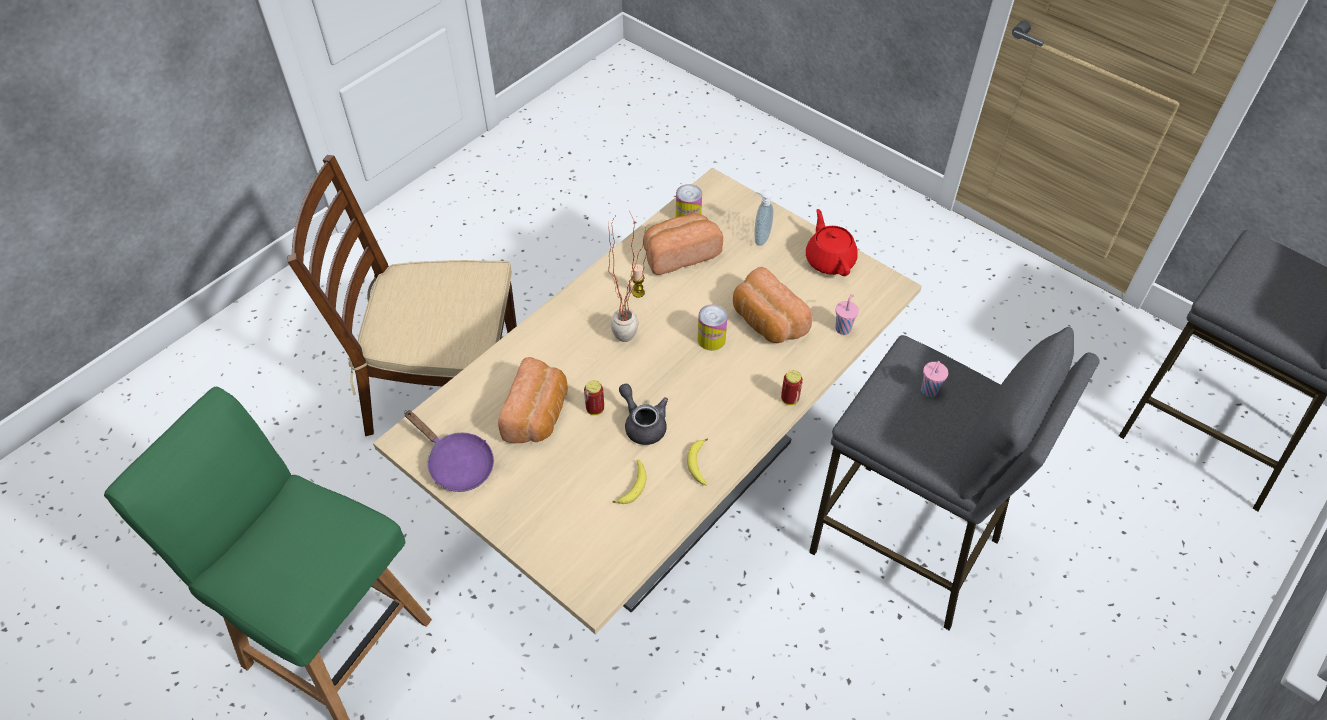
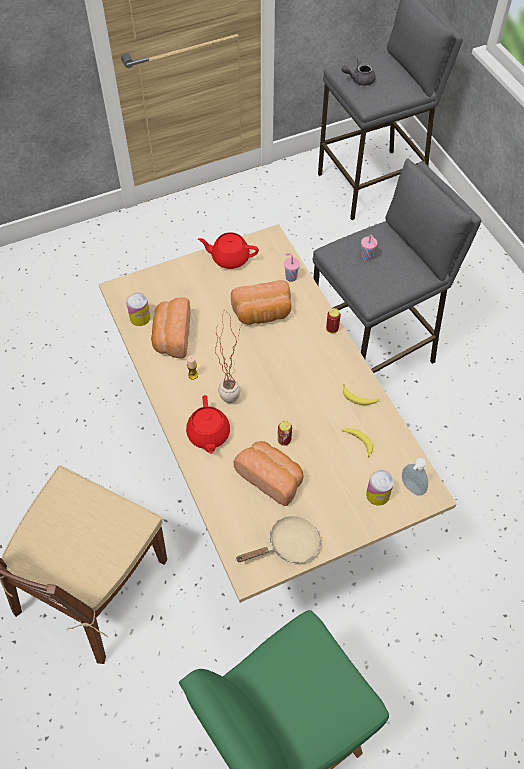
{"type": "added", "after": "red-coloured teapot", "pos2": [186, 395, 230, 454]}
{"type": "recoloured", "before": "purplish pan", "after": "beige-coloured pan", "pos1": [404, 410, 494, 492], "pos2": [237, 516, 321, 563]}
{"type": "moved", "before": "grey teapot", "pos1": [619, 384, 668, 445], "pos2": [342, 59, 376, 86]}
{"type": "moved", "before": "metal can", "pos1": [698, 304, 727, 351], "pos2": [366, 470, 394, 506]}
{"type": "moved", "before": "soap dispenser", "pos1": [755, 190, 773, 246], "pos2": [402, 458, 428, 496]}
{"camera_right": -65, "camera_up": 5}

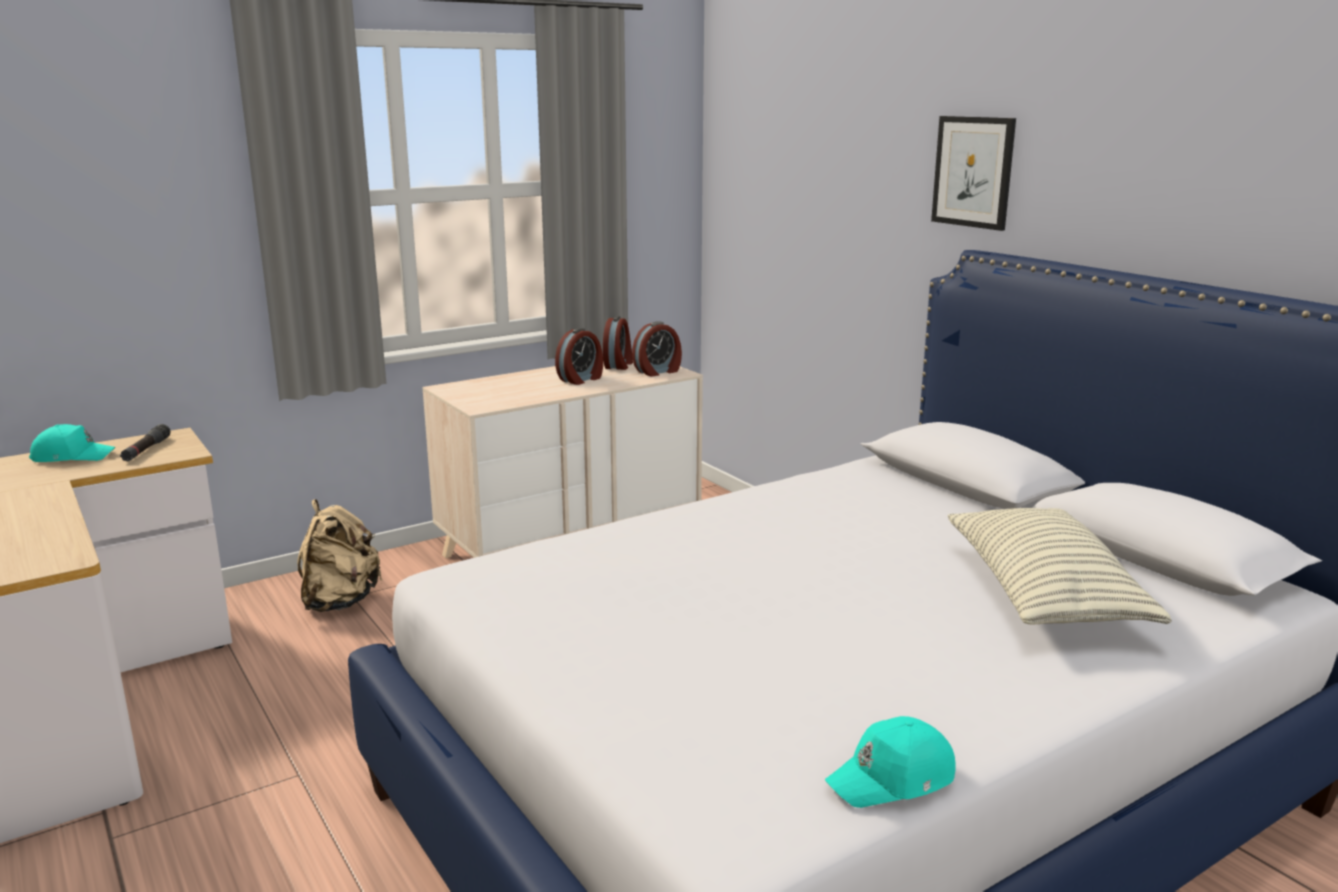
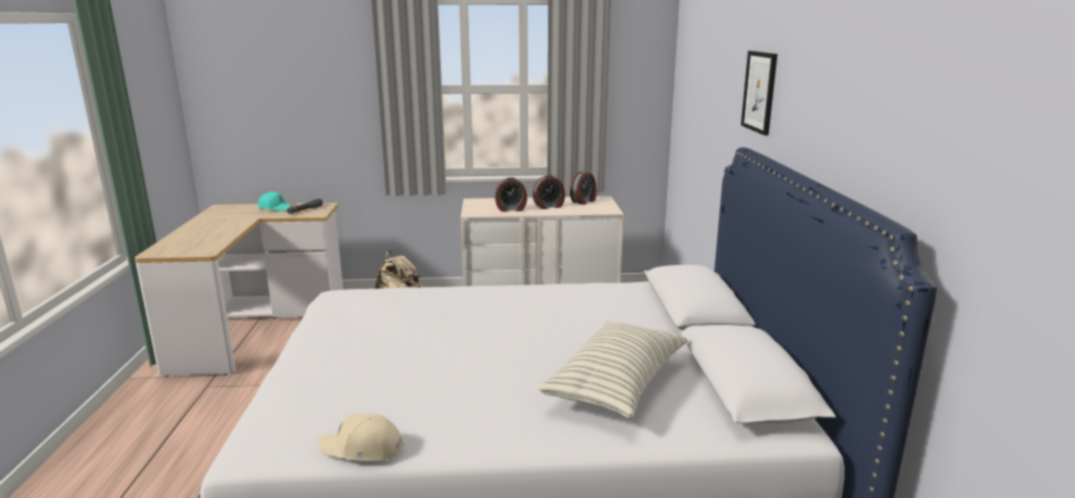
{"type": "recoloured", "before": "turquoise-coloured baseball cap", "after": "beige-coloured baseball cap", "pos1": [825, 716, 956, 808], "pos2": [318, 413, 404, 461]}
{"type": "moved", "before": "bedside clock", "pos1": [632, 321, 682, 377], "pos2": [495, 177, 527, 212]}
{"camera_right": 30, "camera_up": 0}

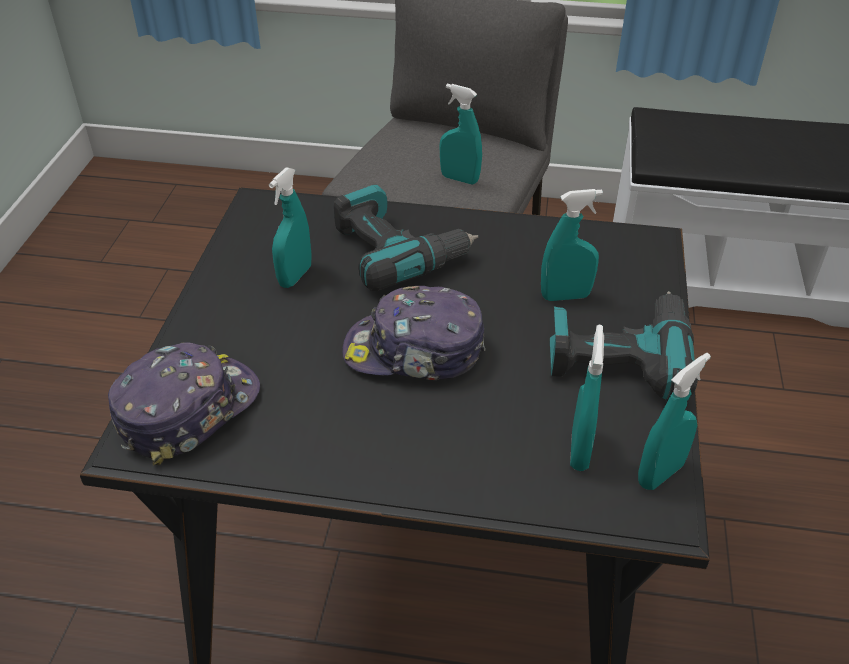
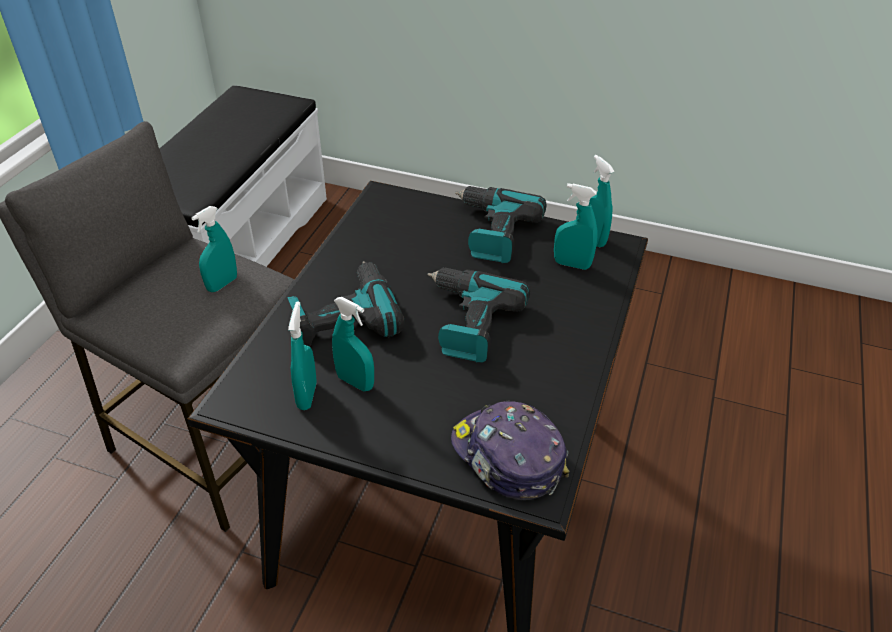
{"type": "moved", "before": "turquoise-coloured hand sprayer", "pos1": [541, 189, 603, 301], "pos2": [288, 301, 317, 410]}
{"type": "replaced", "before": "baseball cap", "after": "power drill", "pos1": [342, 286, 486, 380], "pos2": [428, 267, 530, 363]}
{"camera_right": -80, "camera_up": 0}

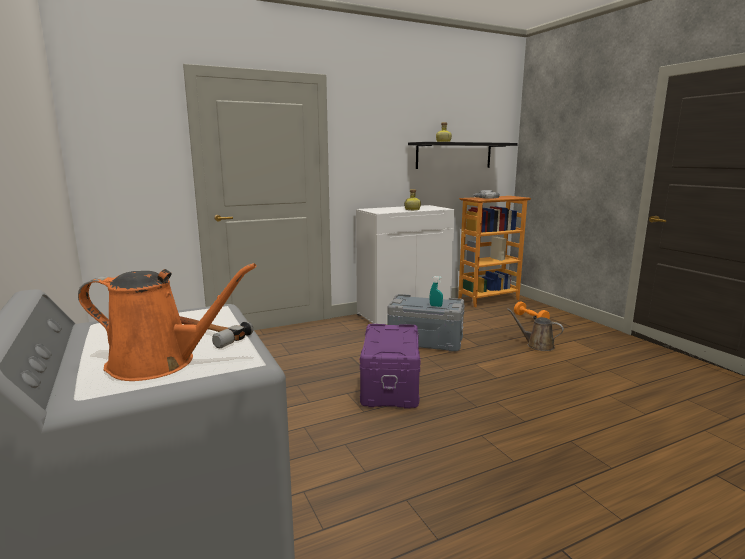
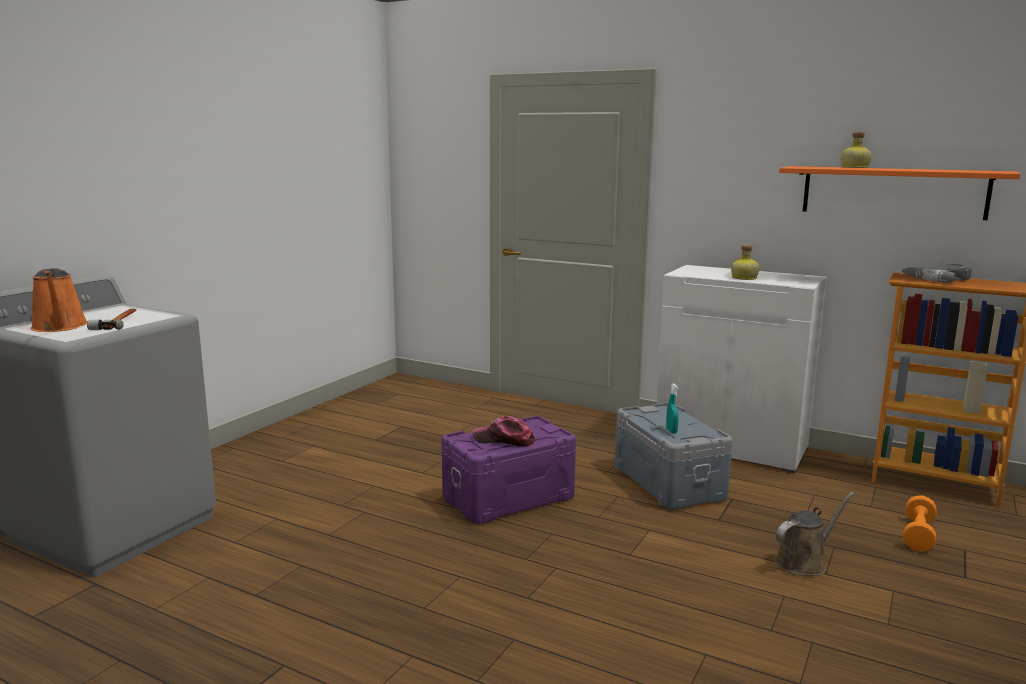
{"type": "added", "after": "baseball cap", "pos2": [472, 416, 535, 447]}
{"type": "turned", "before": "brown watering can", "pos1": [507, 309, 564, 351], "pos2": [775, 492, 854, 576], "turn": 60}
{"type": "recoloured", "before": "black wall shelf", "after": "orangey wall shelf", "pos1": [408, 142, 518, 169], "pos2": [779, 166, 1021, 220]}
{"camera_right": 55, "camera_up": 0}

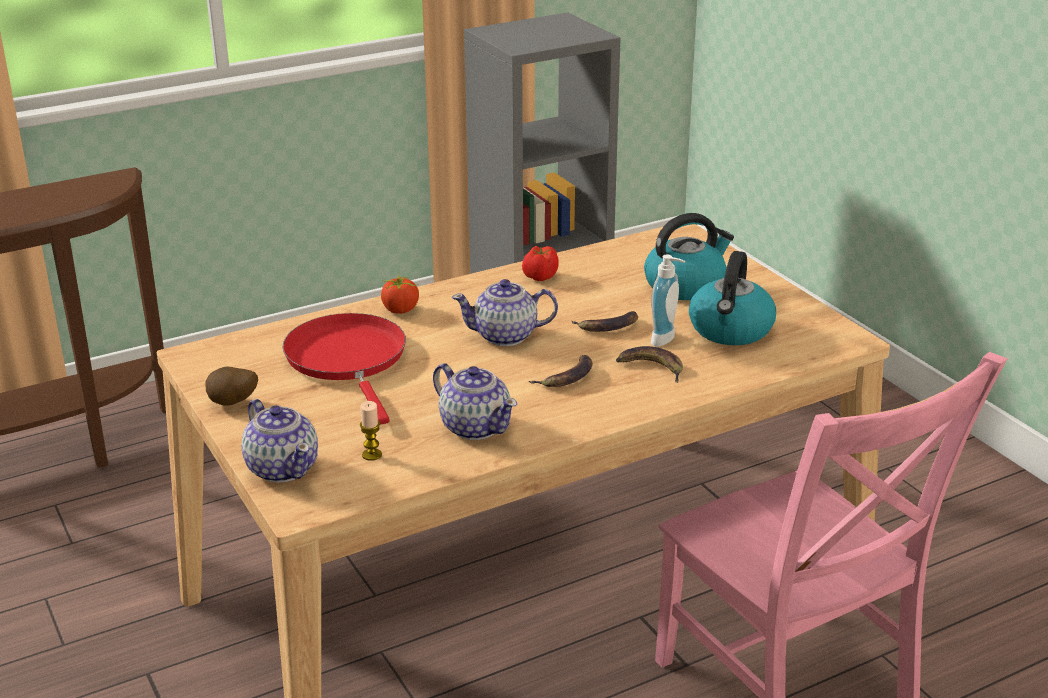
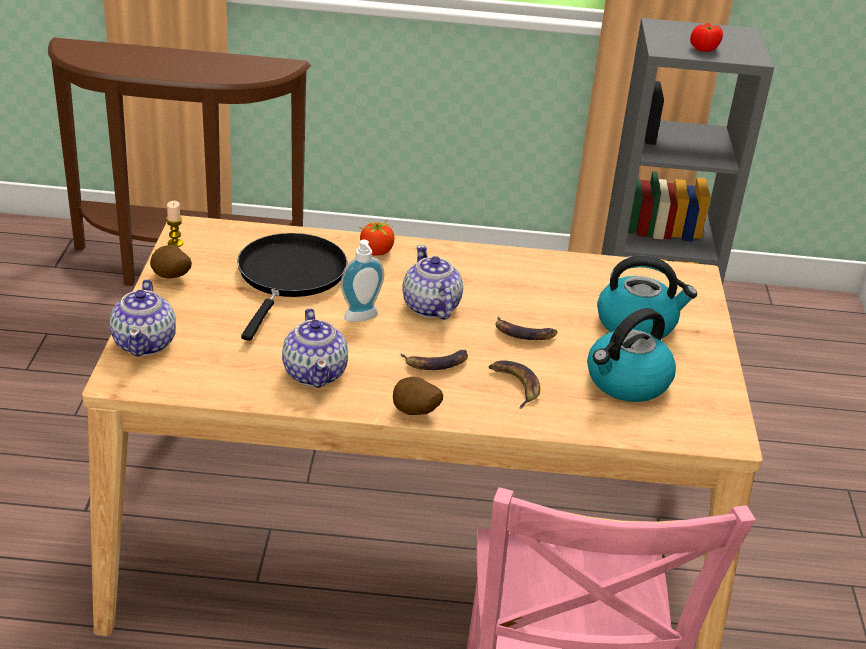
{"type": "moved", "before": "wax candle", "pos1": [360, 401, 382, 461], "pos2": [166, 201, 183, 247]}
{"type": "recoloured", "before": "red-coloured pan", "after": "black pan", "pos1": [283, 313, 406, 425], "pos2": [237, 233, 347, 341]}
{"type": "moved", "before": "soap dispenser", "pos1": [651, 255, 685, 347], "pos2": [341, 240, 384, 322]}
{"type": "added", "after": "spud", "pos2": [393, 377, 443, 415]}
{"type": "turned", "before": "teapot", "pos1": [452, 279, 558, 346], "pos2": [402, 245, 463, 320], "turn": 45}
{"type": "moved", "before": "fresh tomato", "pos1": [522, 246, 559, 281], "pos2": [690, 23, 723, 52]}
{"camera_right": 30, "camera_up": 5}

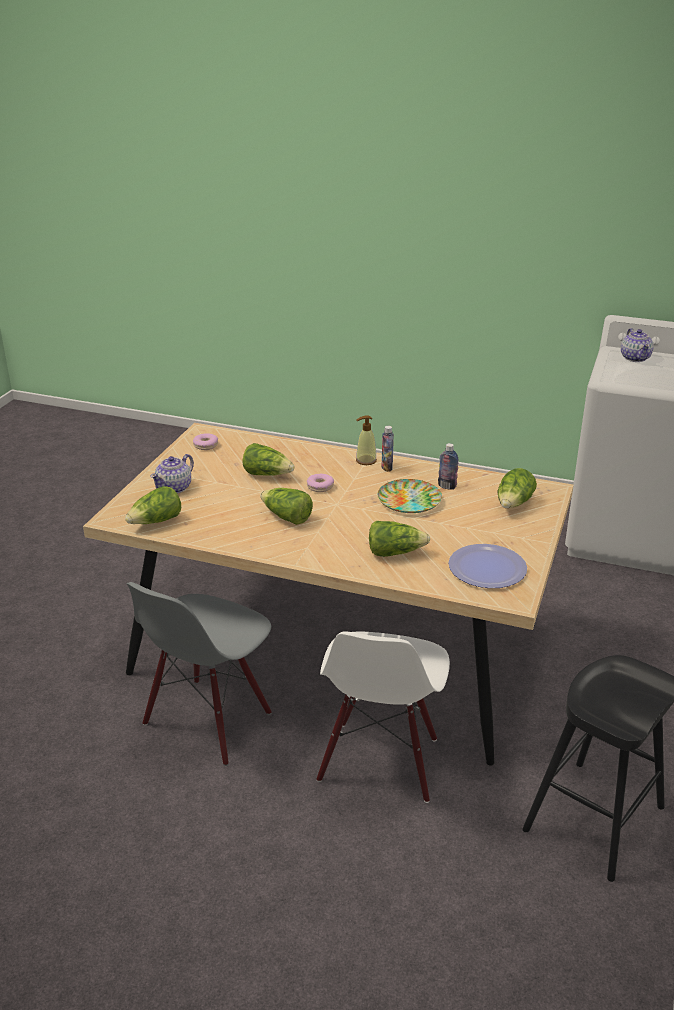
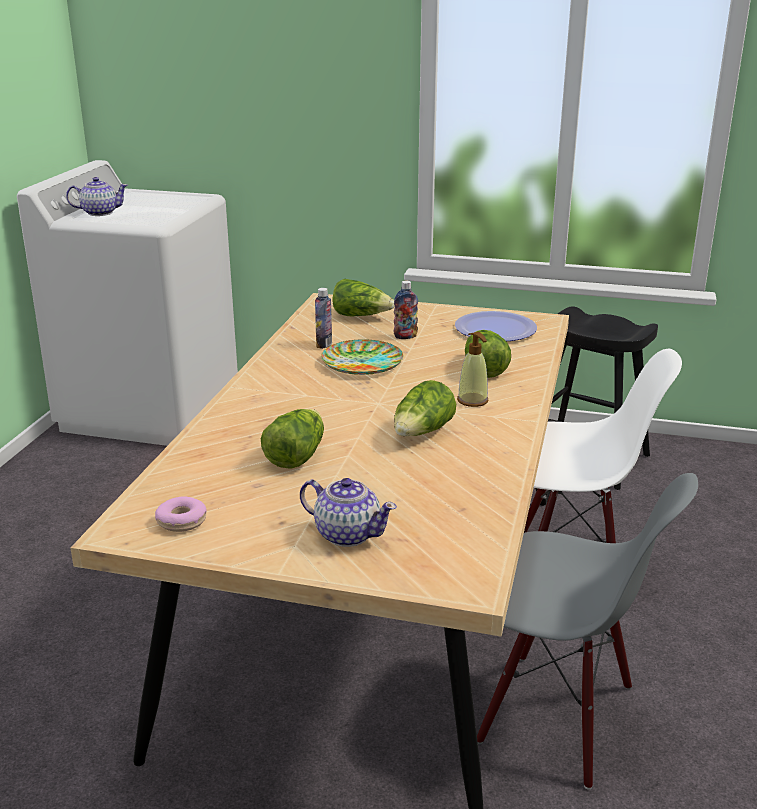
{"type": "moved", "before": "drink bottle", "pos1": [381, 426, 394, 472], "pos2": [394, 281, 418, 339]}
{"type": "moved", "before": "soap dispenser", "pos1": [356, 415, 377, 465], "pos2": [457, 332, 488, 407]}
{"type": "removed", "before": "head of lettuce", "pos1": [125, 486, 181, 524]}
{"type": "removed", "before": "donut", "pos1": [307, 474, 334, 492]}
{"camera_right": -95, "camera_up": -5}

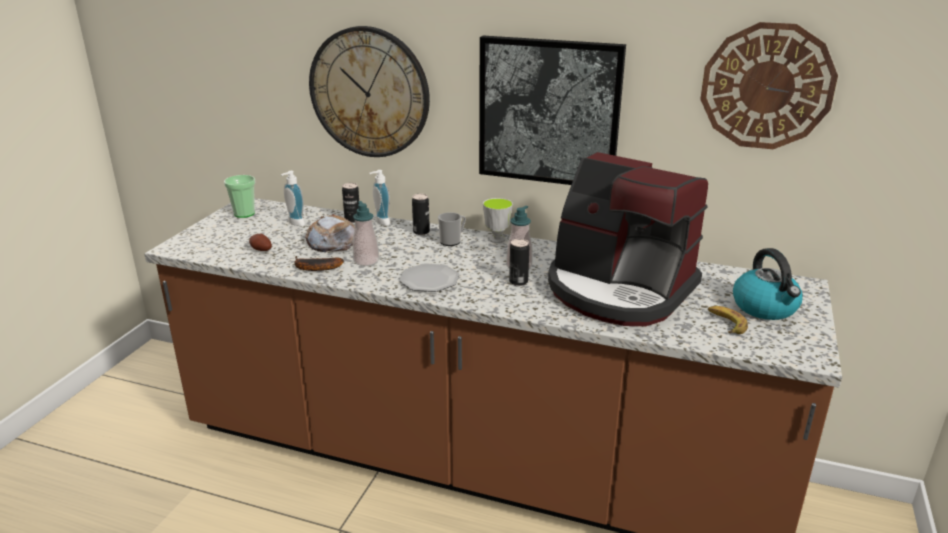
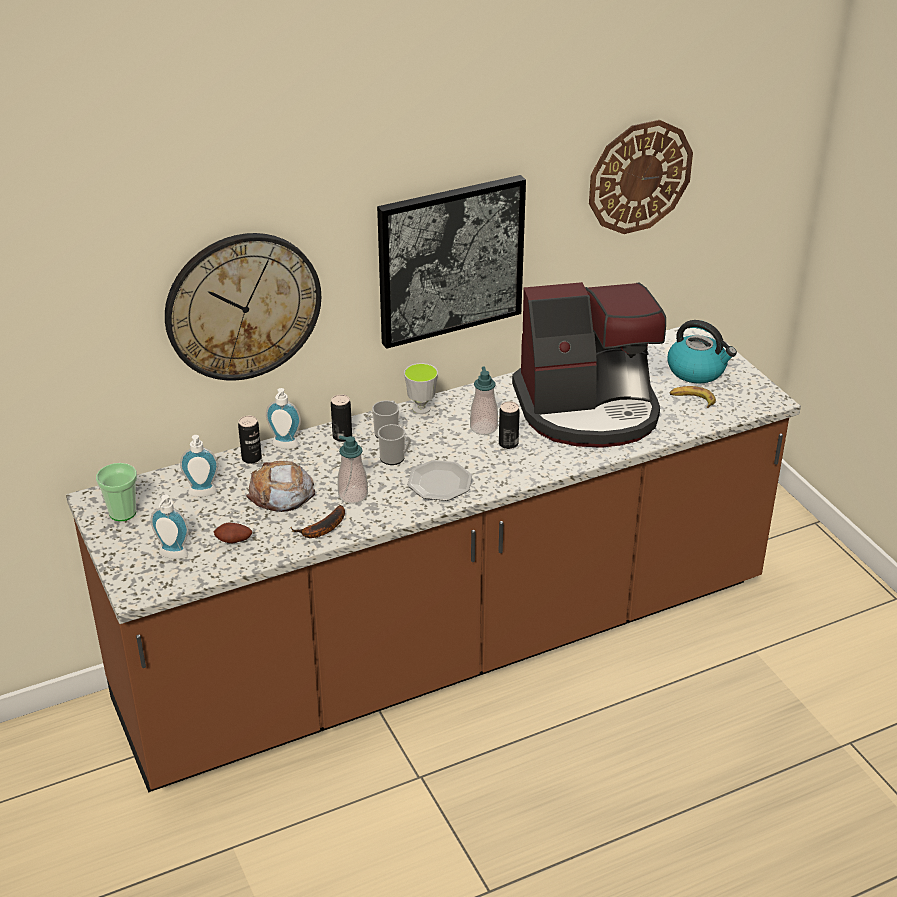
{"type": "added", "after": "soap dispenser", "pos2": [151, 494, 189, 559]}
{"type": "added", "after": "tea mug", "pos2": [378, 424, 411, 465]}
{"camera_right": -45, "camera_up": 10}

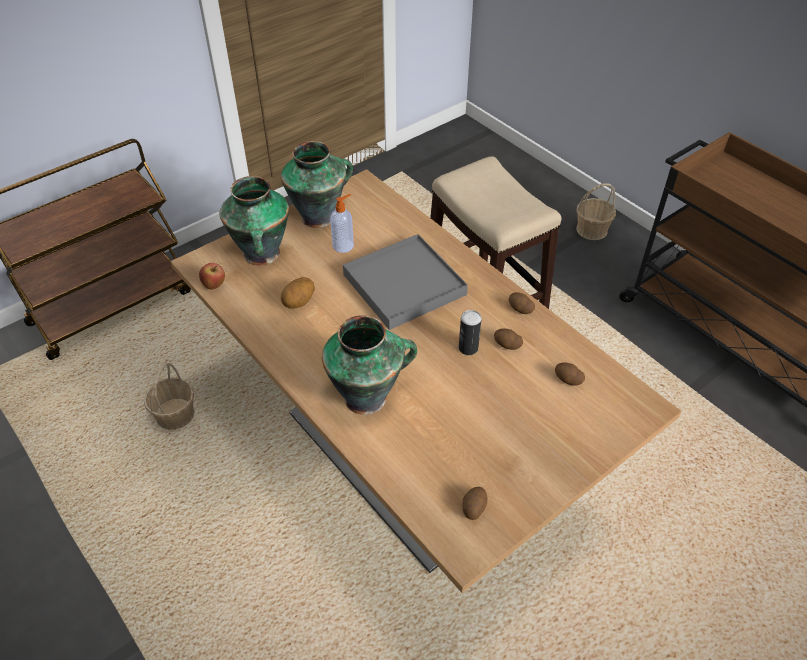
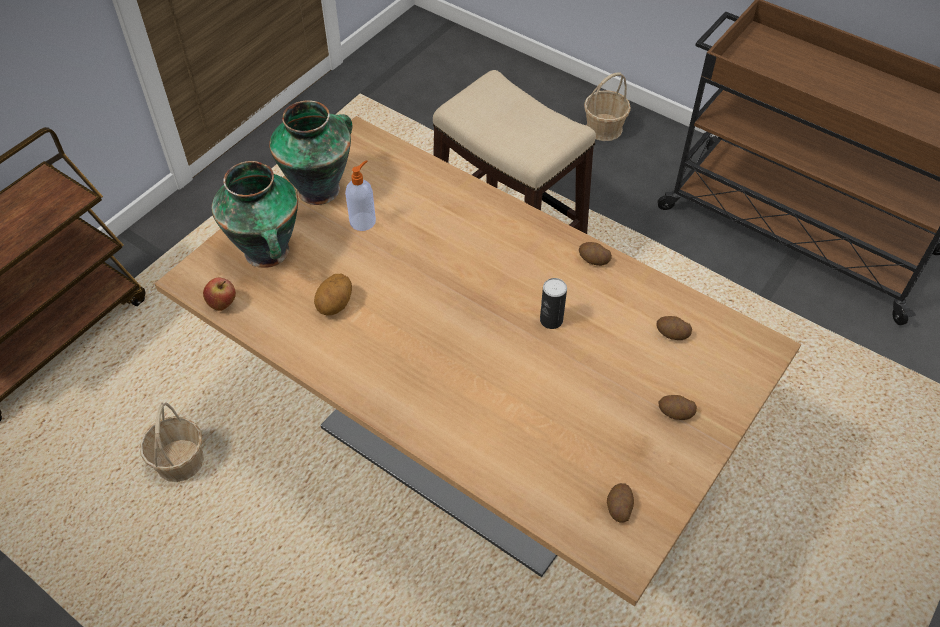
{"type": "moved", "before": "spud", "pos1": [494, 328, 523, 350], "pos2": [659, 395, 697, 420]}
{"type": "removed", "before": "decorative vase", "pos1": [322, 315, 417, 415]}
{"type": "removed", "before": "grey carrying tray", "pos1": [343, 234, 468, 330]}
{"camera_right": -15, "camera_up": 5}

